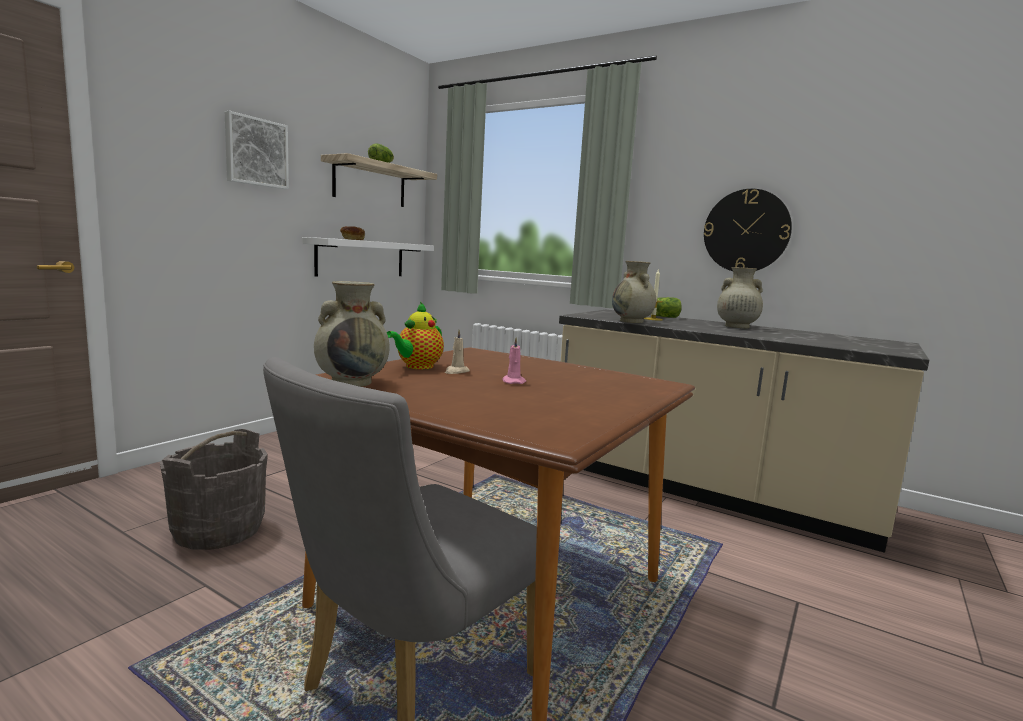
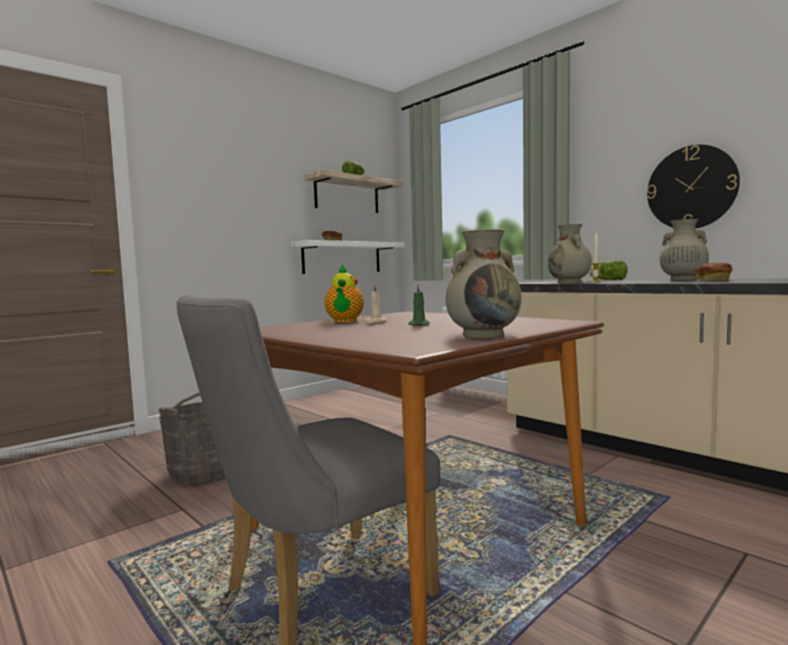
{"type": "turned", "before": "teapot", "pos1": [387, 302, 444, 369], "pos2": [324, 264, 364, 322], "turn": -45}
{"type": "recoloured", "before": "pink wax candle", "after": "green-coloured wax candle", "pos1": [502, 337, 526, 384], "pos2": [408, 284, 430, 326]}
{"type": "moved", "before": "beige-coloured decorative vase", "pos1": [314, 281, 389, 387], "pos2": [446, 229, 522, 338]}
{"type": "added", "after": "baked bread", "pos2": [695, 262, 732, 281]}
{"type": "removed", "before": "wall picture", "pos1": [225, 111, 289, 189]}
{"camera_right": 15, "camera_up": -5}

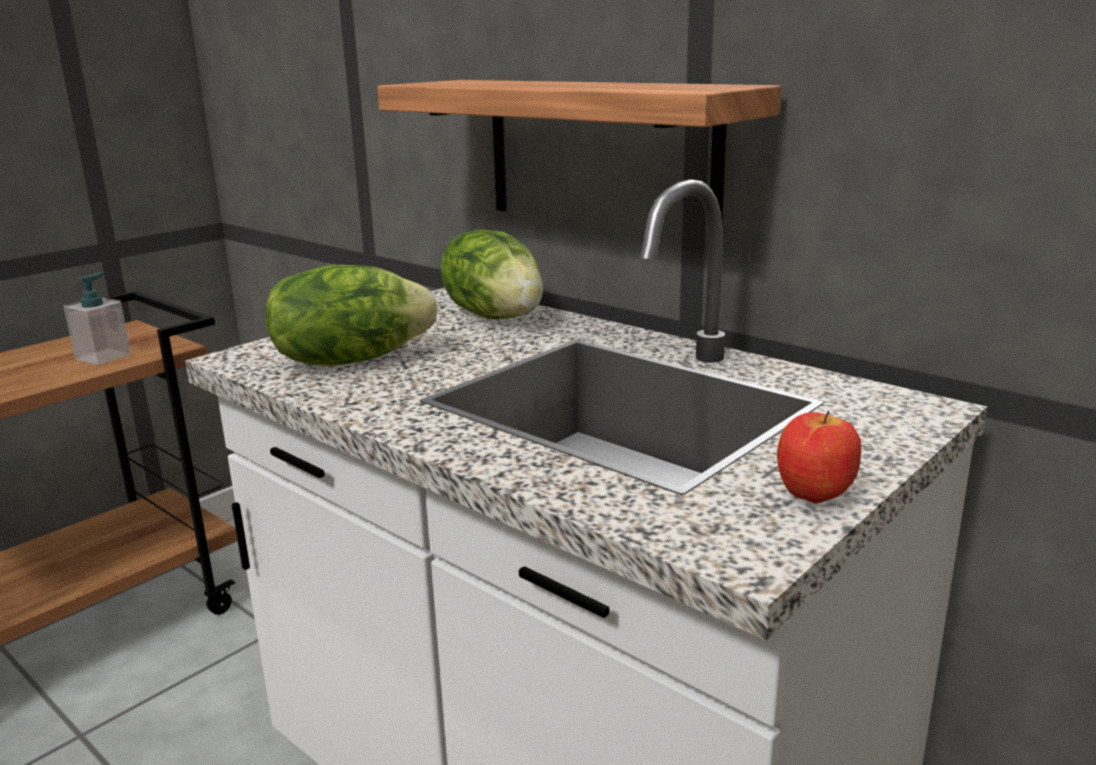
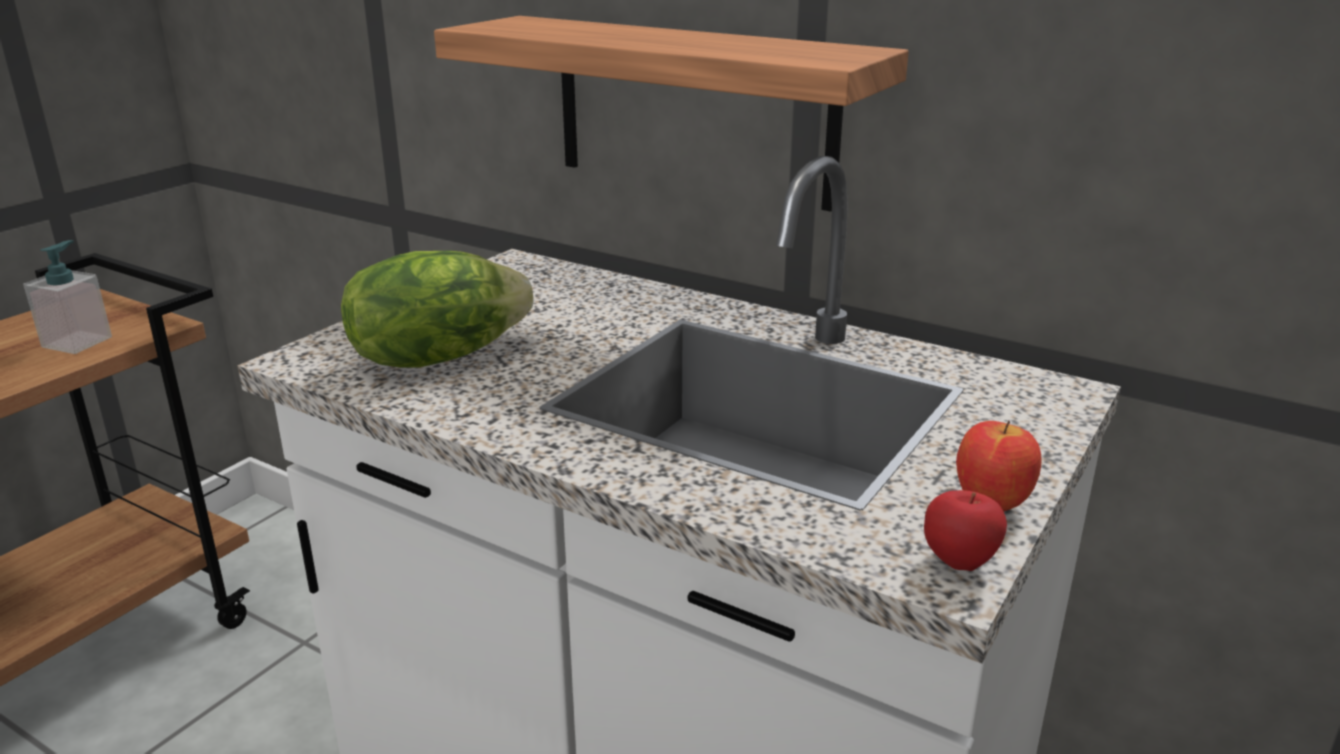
{"type": "added", "after": "apple fruit", "pos2": [924, 490, 1007, 571]}
{"type": "removed", "before": "head of lettuce", "pos1": [440, 229, 543, 319]}
{"camera_right": -10, "camera_up": 5}

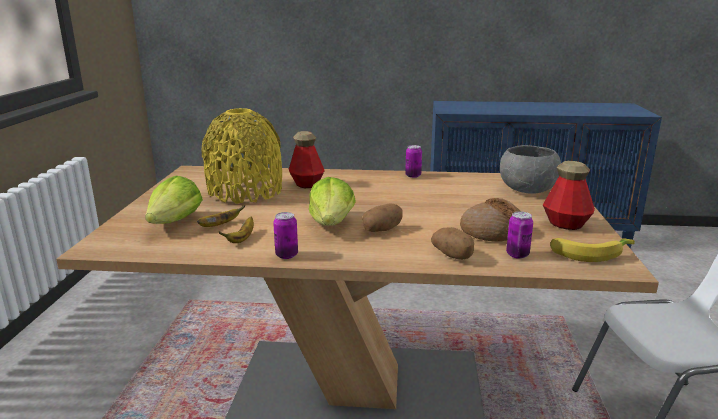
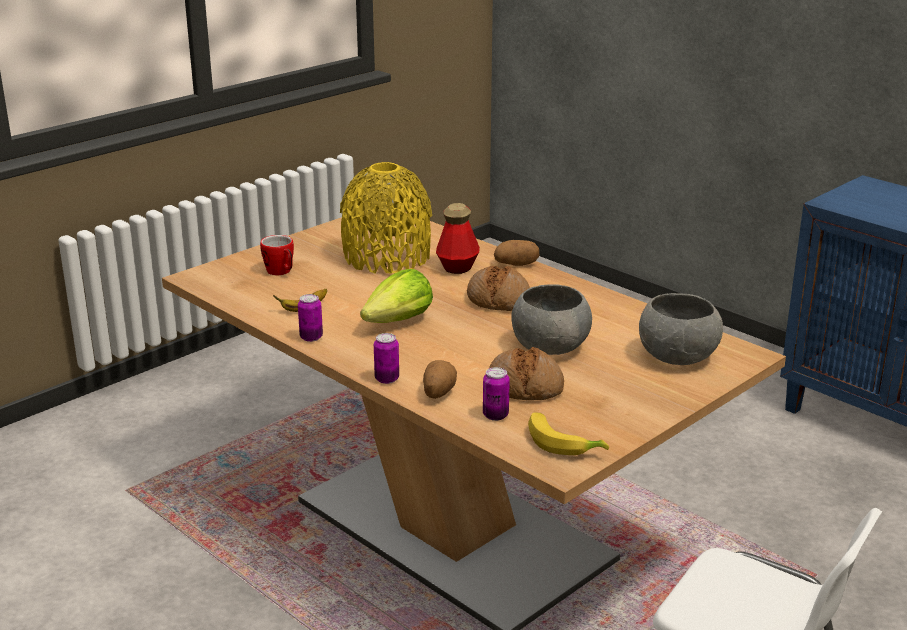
{"type": "replaced", "before": "head of lettuce", "after": "tea mug", "pos1": [145, 176, 203, 224], "pos2": [260, 235, 294, 275]}
{"type": "moved", "before": "metal can", "pos1": [405, 145, 422, 178], "pos2": [374, 333, 399, 384]}
{"type": "added", "after": "baked bread", "pos2": [467, 266, 530, 311]}
{"type": "moved", "before": "spud", "pos1": [362, 203, 402, 232], "pos2": [494, 240, 540, 266]}
{"type": "added", "after": "grey serving bowl", "pos2": [511, 284, 592, 355]}
{"type": "removed", "before": "whole banana", "pos1": [197, 205, 246, 227]}
{"type": "removed", "before": "drink bottle", "pos1": [543, 161, 595, 230]}
{"camera_right": 40, "camera_up": 5}

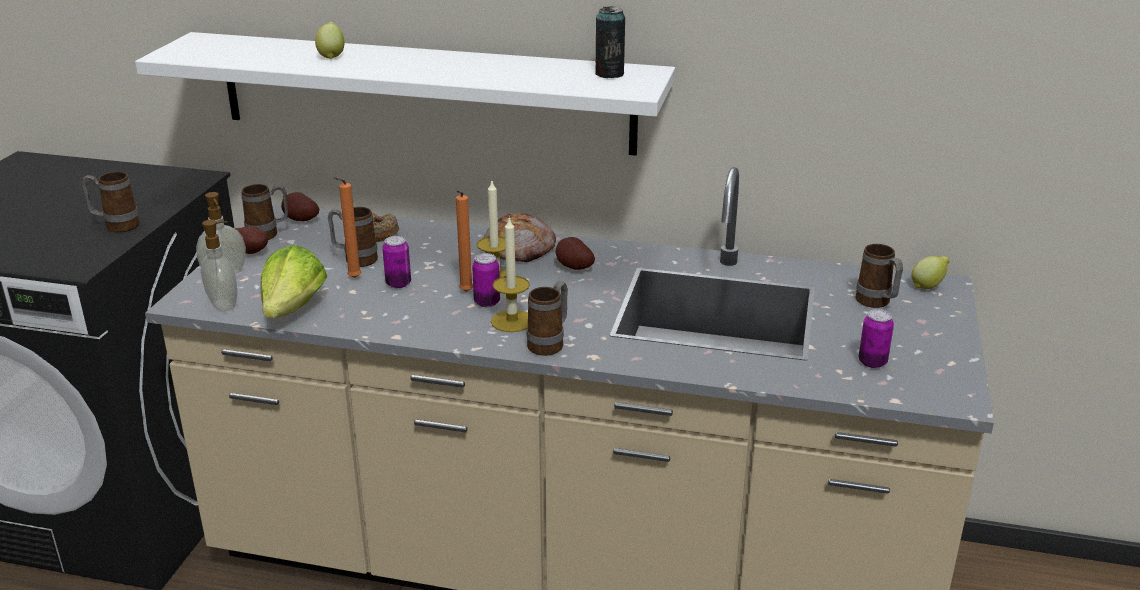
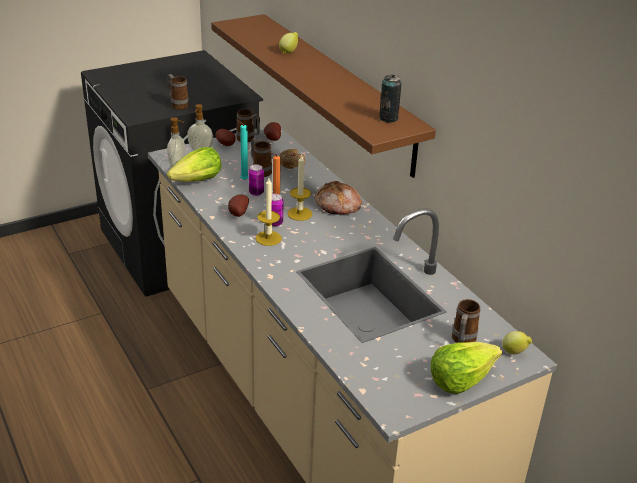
{"type": "recoloured", "before": "white-coloured wall shelf", "after": "brown wall shelf", "pos1": [135, 32, 675, 156], "pos2": [211, 14, 436, 178]}
{"type": "moved", "before": "spud", "pos1": [556, 237, 595, 270], "pos2": [228, 194, 249, 217]}
{"type": "recoloured", "before": "orangey wax candle", "after": "turquoise-coloured wax candle", "pos1": [334, 177, 361, 278], "pos2": [237, 120, 249, 180]}
{"type": "added", "after": "head of lettuce", "pos2": [431, 342, 502, 394]}
{"type": "removed", "before": "tea mug", "pos1": [527, 281, 568, 356]}
{"type": "removed", "before": "metal can", "pos1": [858, 309, 894, 368]}
{"camera_right": 45, "camera_up": 5}

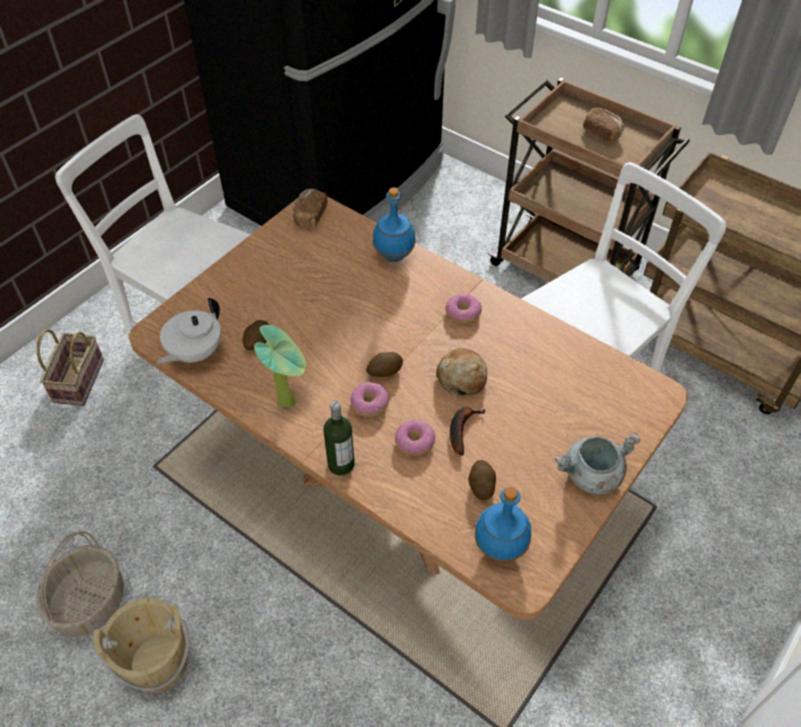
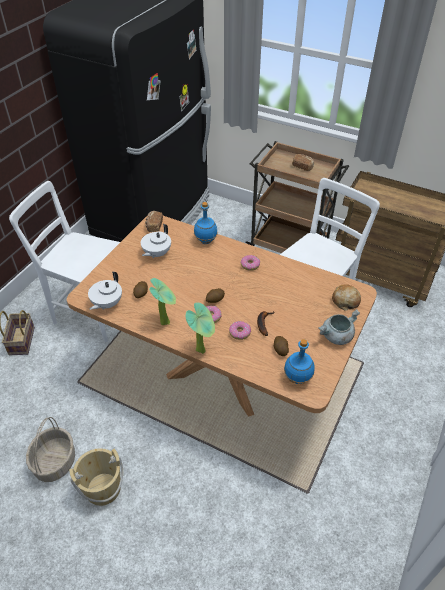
{"type": "added", "after": "white-coloured teapot", "pos2": [141, 224, 171, 258]}
{"type": "replaced", "before": "drink bottle", "after": "houseplant", "pos1": [324, 401, 355, 475], "pos2": [186, 303, 215, 354]}
{"type": "moved", "before": "baked bread", "pos1": [436, 348, 487, 397], "pos2": [332, 284, 361, 311]}
{"camera_right": -10, "camera_up": -5}

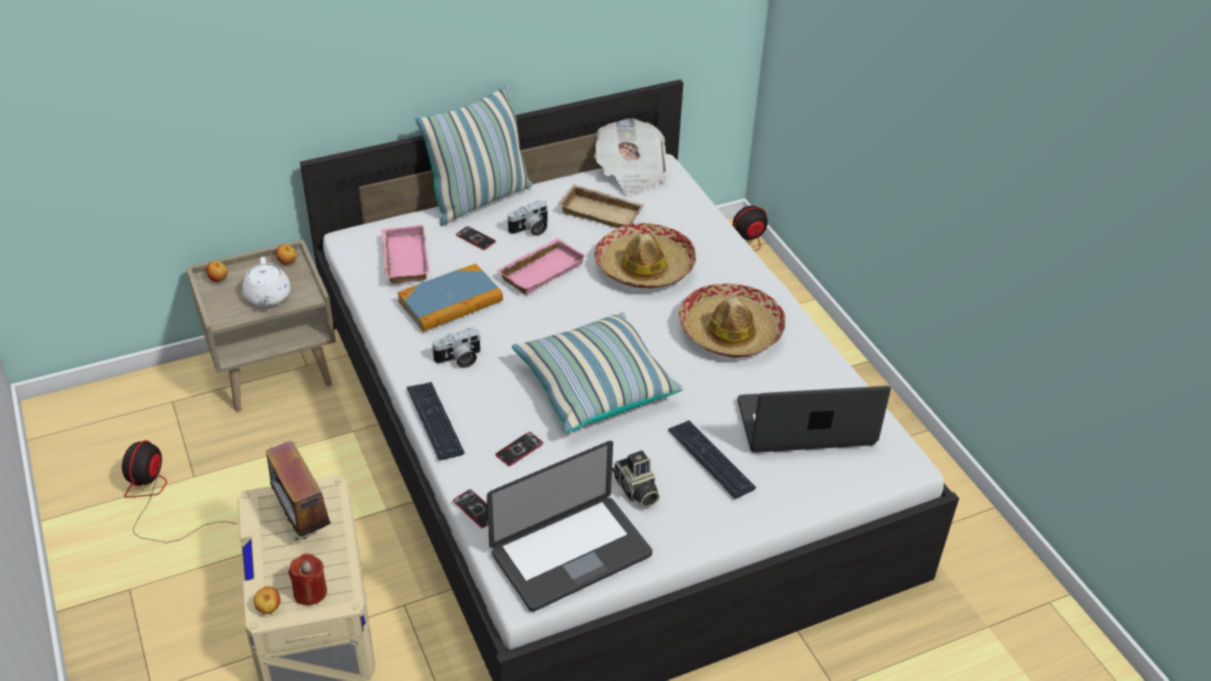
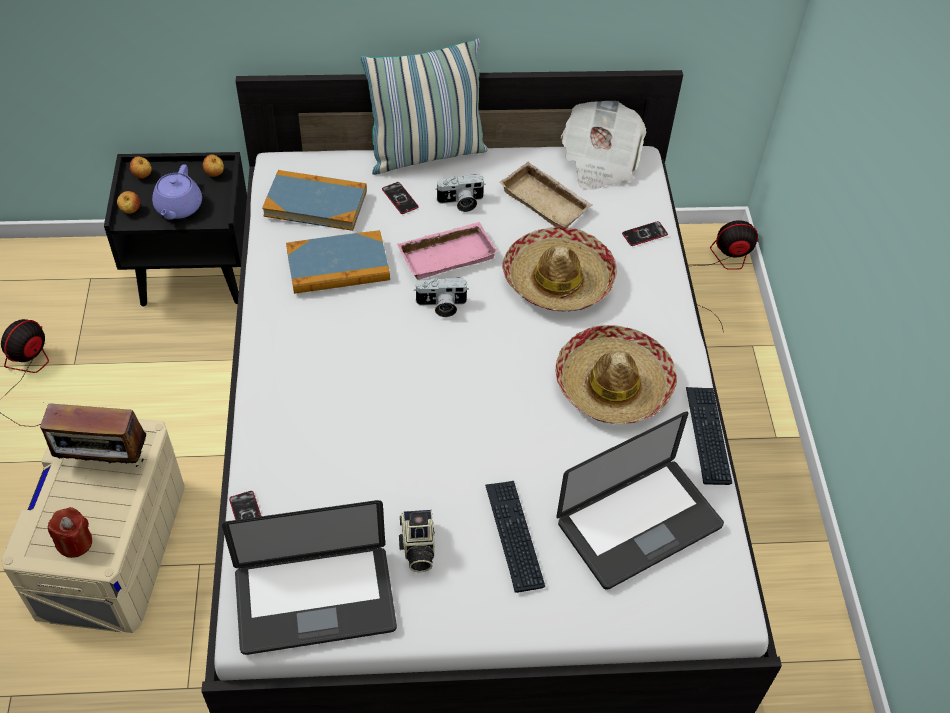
{"type": "turned", "before": "radio set", "pos1": [266, 440, 333, 541], "pos2": [40, 403, 146, 479], "turn": -75}
{"type": "recoloured", "before": "beige-coloured nightstand", "after": "black nightstand", "pos1": [186, 239, 336, 411], "pos2": [104, 152, 247, 306]}
{"type": "moved", "before": "apple fruit", "pos1": [254, 587, 281, 614], "pos2": [117, 191, 140, 214]}
{"type": "recoloured", "before": "white-coloured teapot", "after": "purplish teapot", "pos1": [242, 257, 291, 307], "pos2": [152, 164, 202, 220]}
{"type": "replaced", "before": "pink carrying tray", "after": "book", "pos1": [381, 225, 430, 283], "pos2": [262, 170, 367, 231]}
{"type": "moved", "before": "photo camera", "pos1": [431, 327, 481, 368], "pos2": [414, 277, 469, 317]}
{"type": "turned", "before": "notebook computer", "pos1": [737, 386, 891, 453], "pos2": [556, 412, 724, 590], "turn": 135}
{"type": "moved", "before": "telephone", "pos1": [495, 432, 543, 466], "pos2": [622, 221, 668, 246]}
{"type": "moved", "before": "PC keyboard", "pos1": [407, 382, 465, 460], "pos2": [686, 387, 732, 485]}
{"type": "removed", "before": "throw pillow", "pos1": [512, 312, 683, 433]}
{"camera_right": 20, "camera_up": 10}

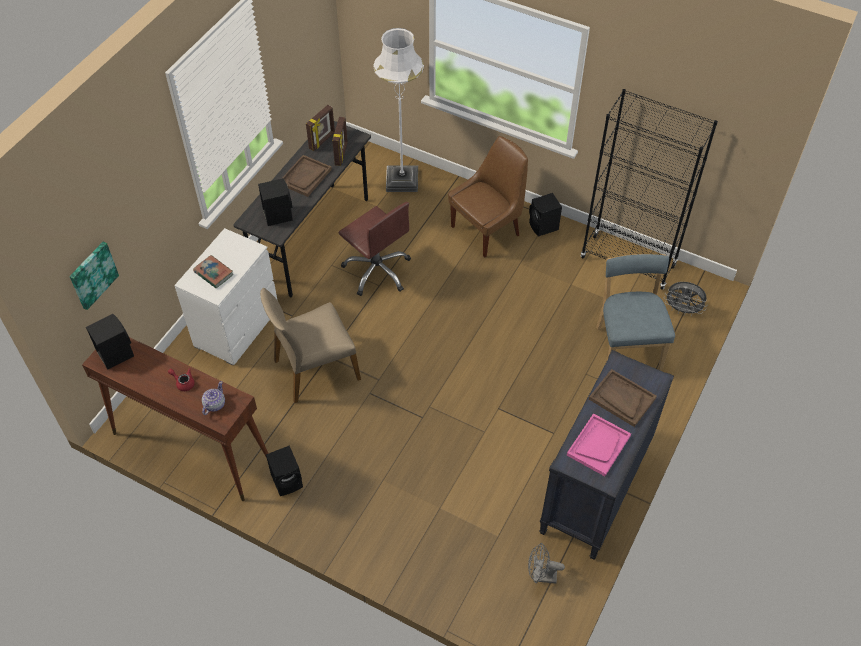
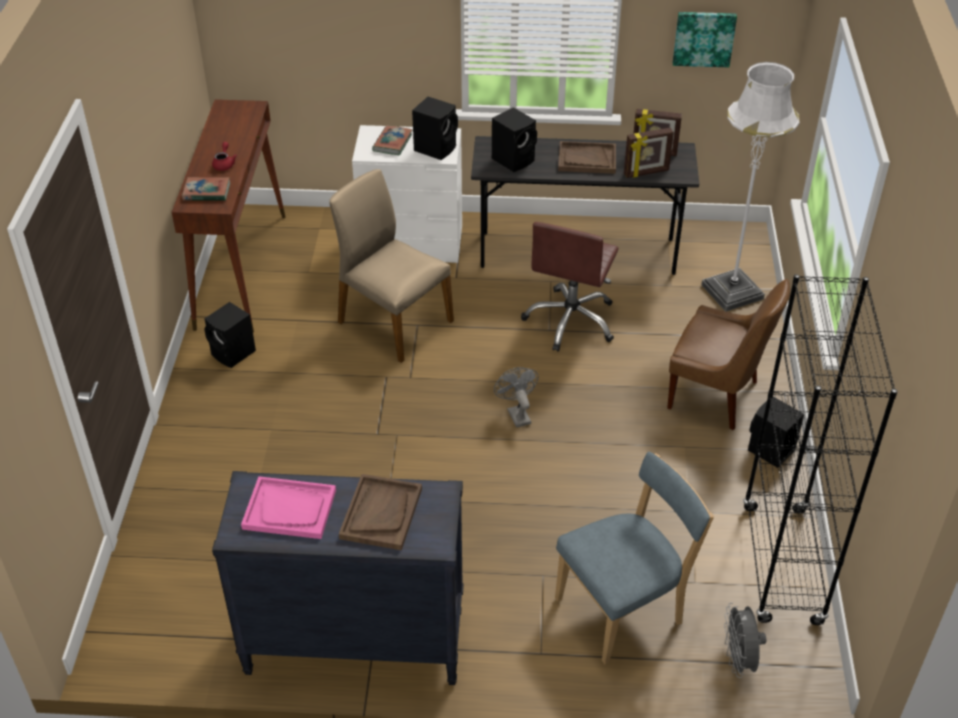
{"type": "replaced", "before": "teapot", "after": "book", "pos1": [202, 381, 225, 415], "pos2": [182, 177, 230, 201]}
{"type": "moved", "before": "black audio speaker", "pos1": [86, 314, 134, 369], "pos2": [412, 97, 458, 160]}
{"type": "moved", "before": "grey electric fan", "pos1": [528, 543, 565, 584], "pos2": [494, 367, 539, 428]}
{"type": "moved", "before": "wall picture", "pos1": [69, 242, 119, 310], "pos2": [673, 12, 737, 67]}
{"camera_right": 65, "camera_up": -10}

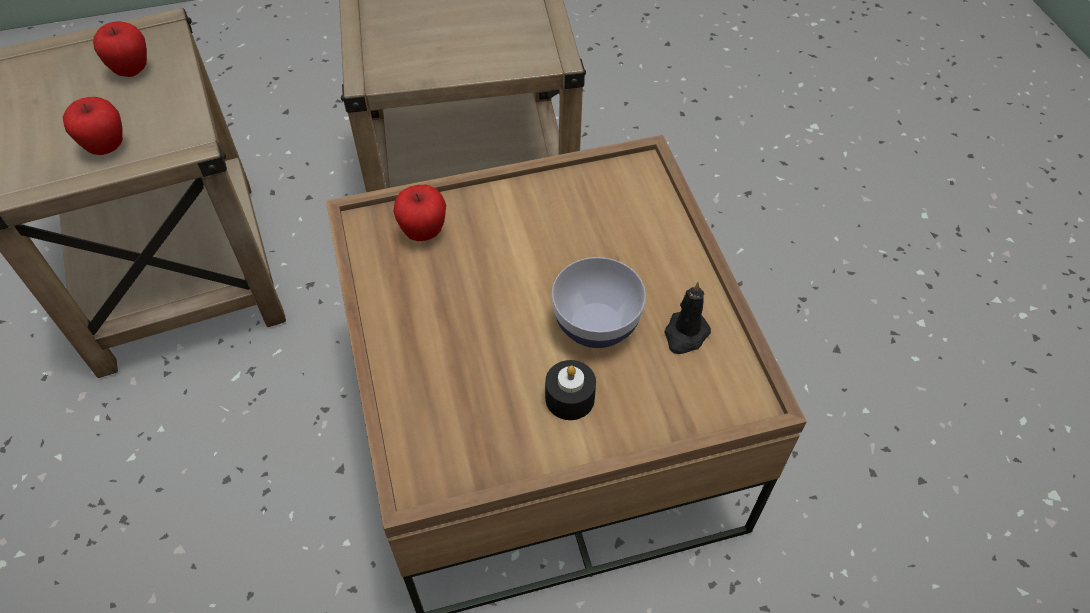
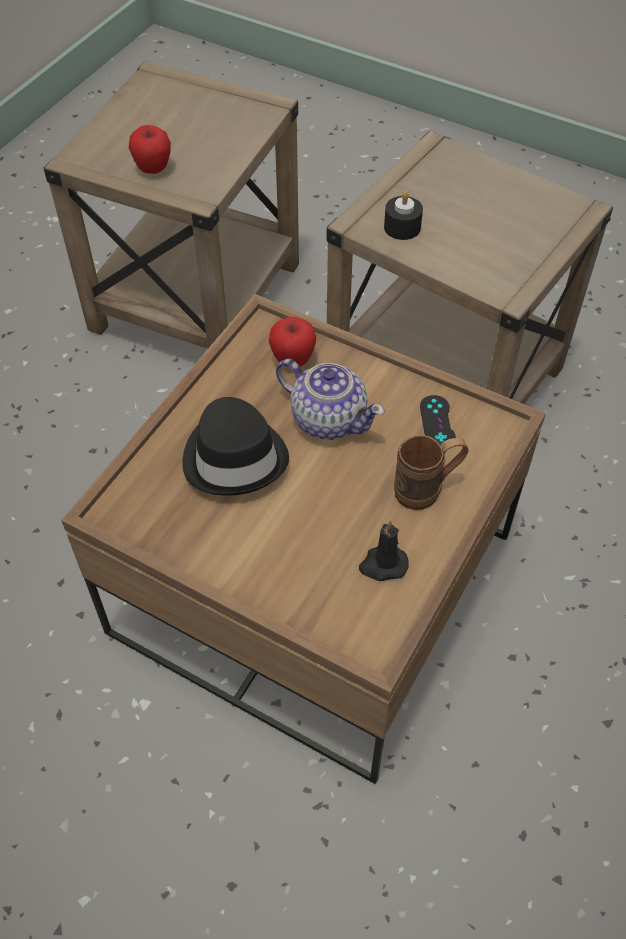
{"type": "added", "after": "black wearable hat", "pos2": [182, 397, 289, 495]}
{"type": "added", "after": "teapot", "pos2": [276, 359, 385, 440]}
{"type": "moved", "before": "black wax candle", "pos1": [545, 360, 596, 420], "pos2": [384, 191, 423, 240]}
{"type": "added", "after": "brown tea mug", "pos2": [394, 435, 469, 510]}
{"type": "added", "after": "black game controller", "pos2": [420, 395, 456, 445]}
{"type": "removed", "before": "apple fruit", "pos1": [93, 21, 147, 77]}
{"type": "removed", "before": "serving bowl", "pos1": [552, 257, 646, 348]}
{"camera_right": 45, "camera_up": 0}

